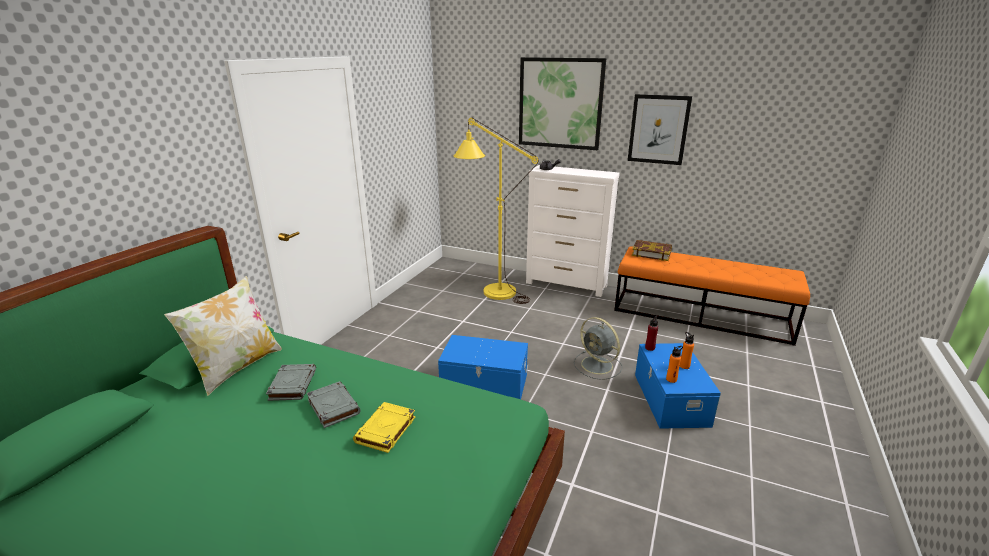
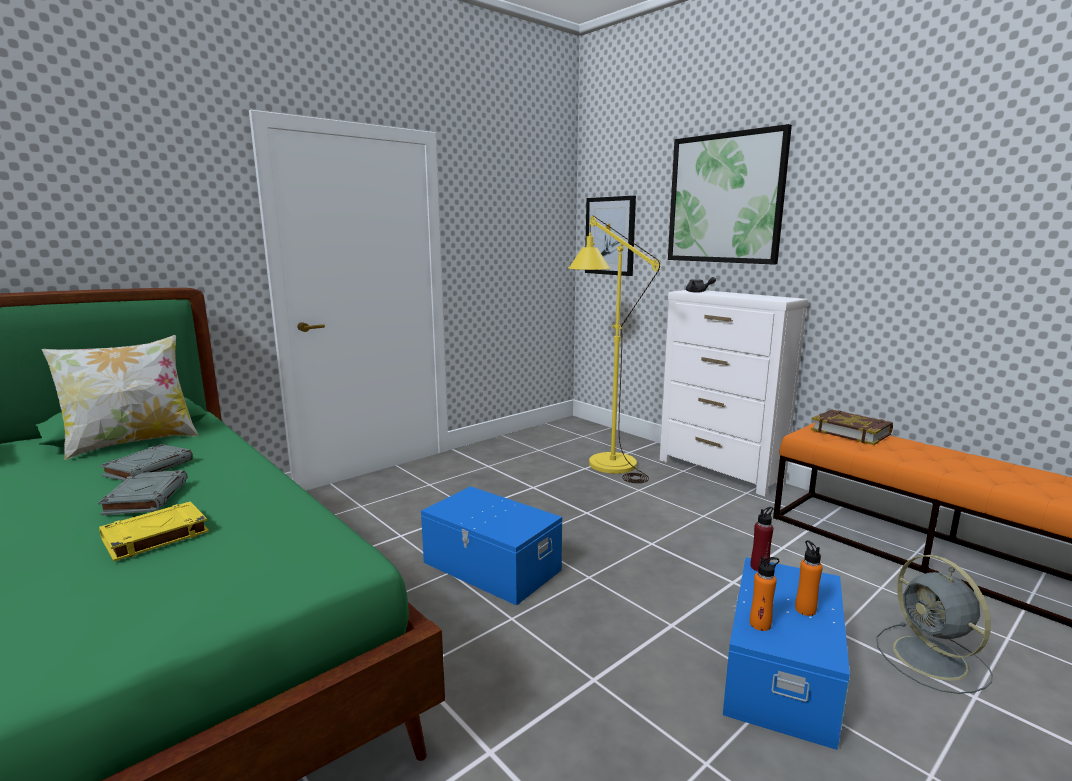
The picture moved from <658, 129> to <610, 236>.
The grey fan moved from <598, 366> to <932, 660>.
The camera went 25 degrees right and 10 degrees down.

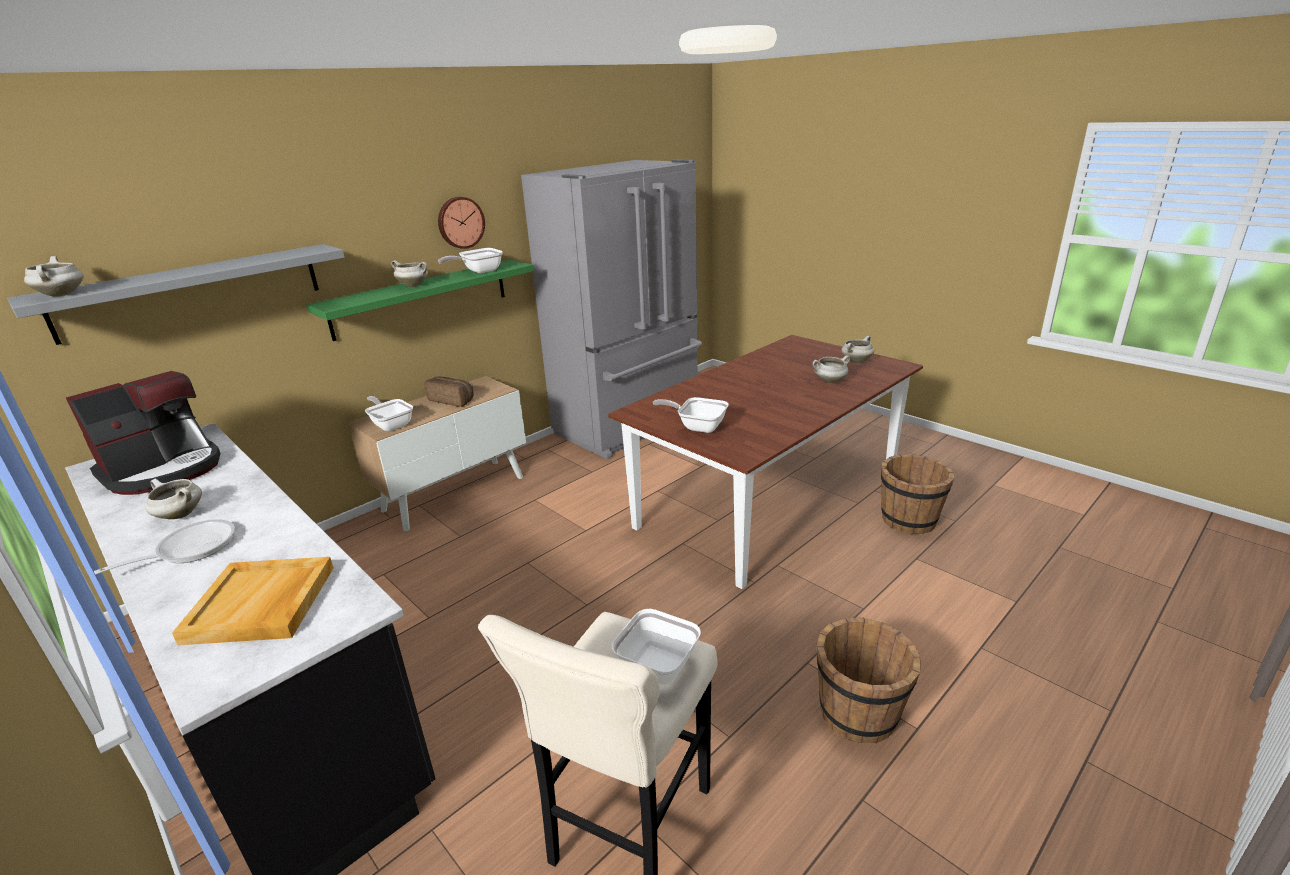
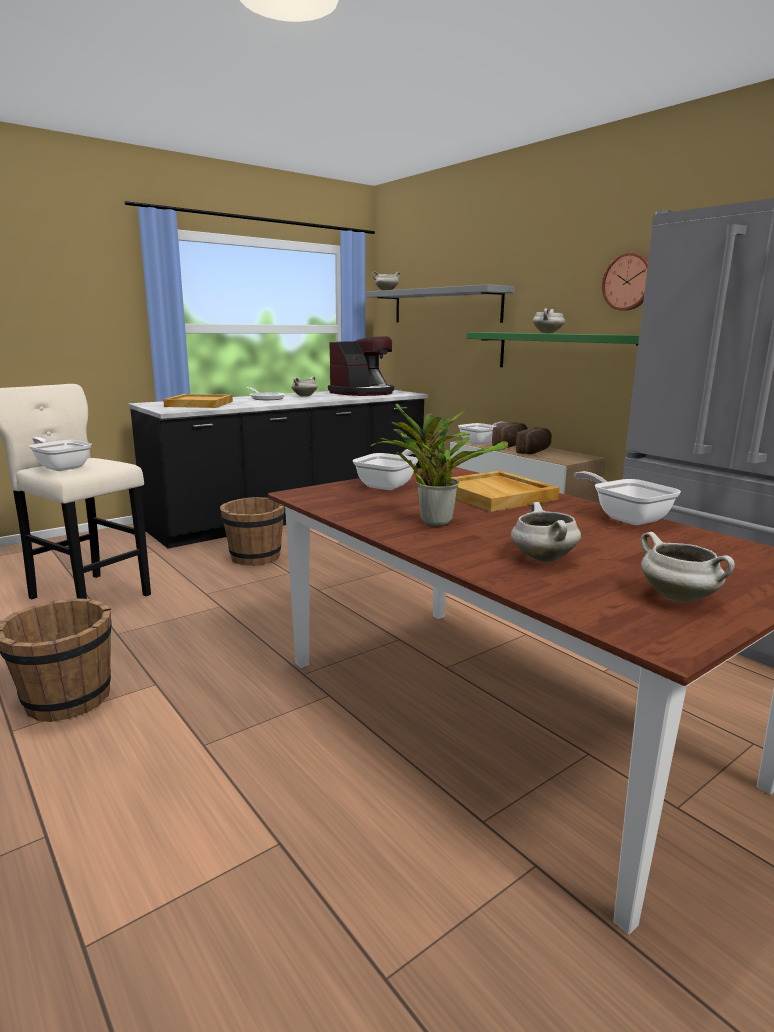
The brown bucket moved from <909, 520> to <255, 557>.
The coffee machine at <164, 470> turned 90 degrees counterclockwise.
The potted plant at <432, 521> appeared.
The beige tray at <496, 495> appeared.
The bread at <511, 445> appeared.
The frying pan moved from <478, 271> to <626, 517>.
The camera went 95 degrees right and 10 degrees down.

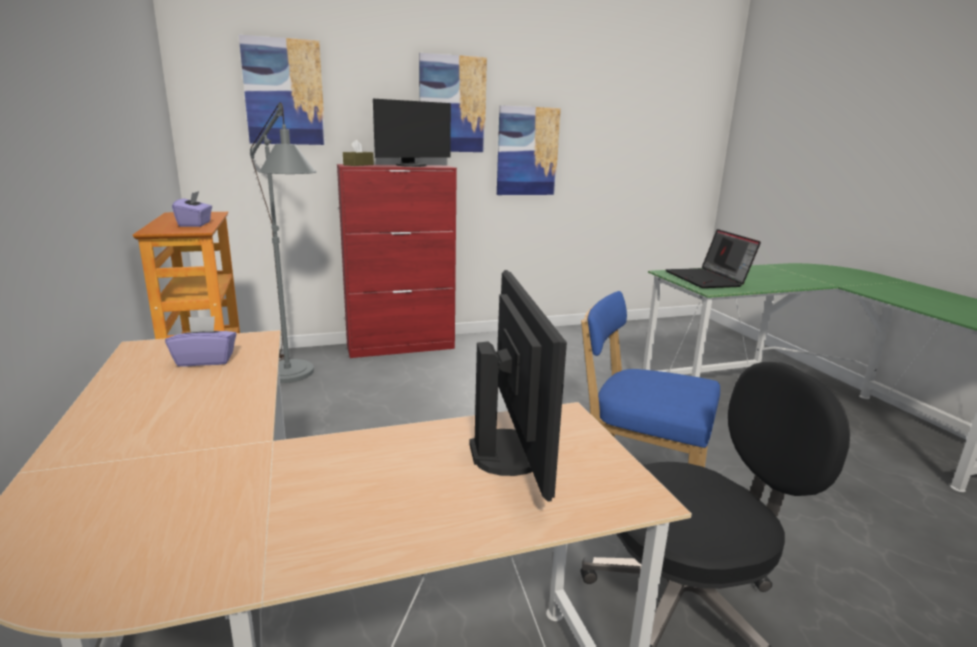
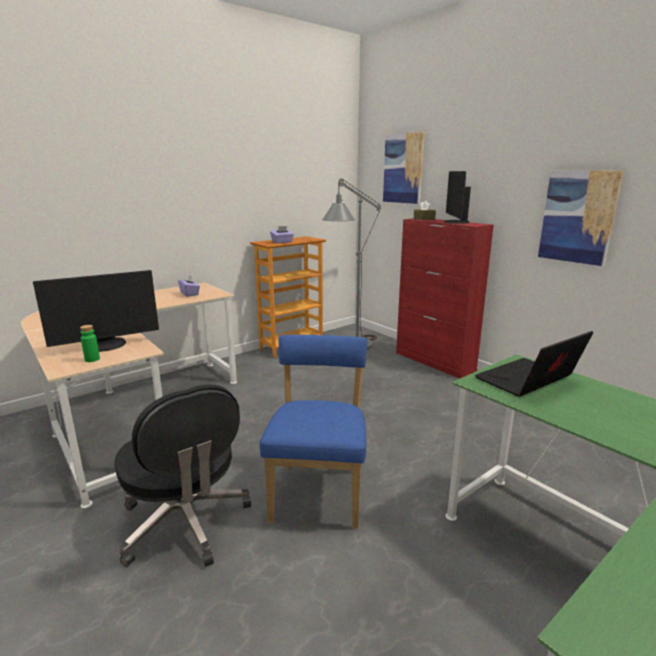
The green bottle at <92, 359> appeared.
The monitor at <412, 165> turned 60 degrees clockwise.
The picture at <452, 104> disappeared.
The camera went 70 degrees right and 0 degrees up.

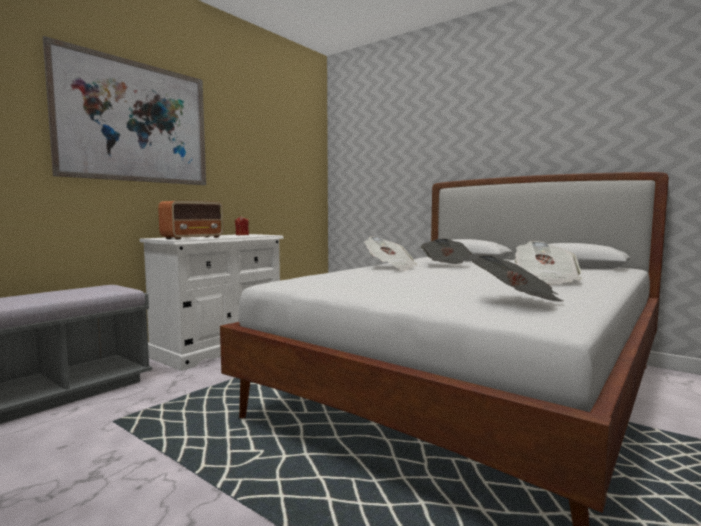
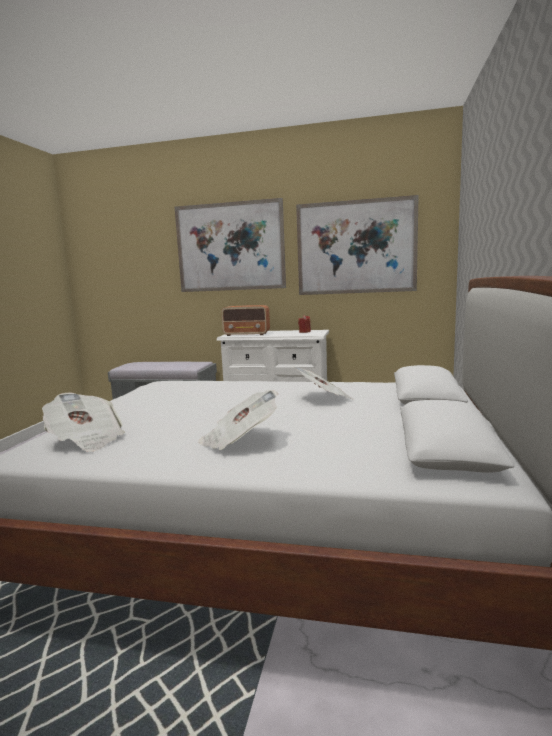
The picture at <356, 247> appeared.
The newspaper at <390, 267> disappeared.
The camera went 65 degrees right and 5 degrees up.

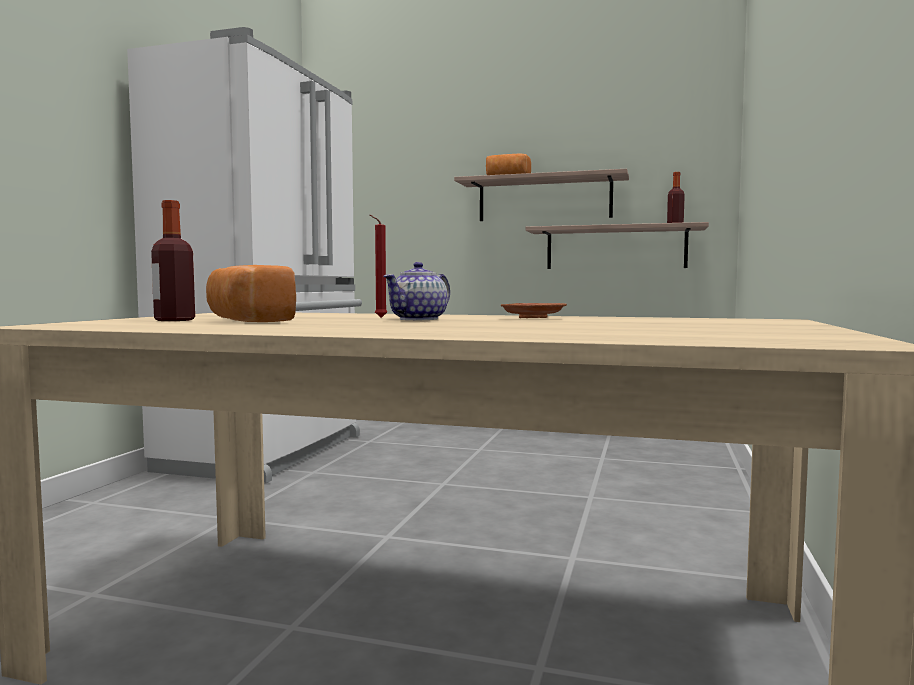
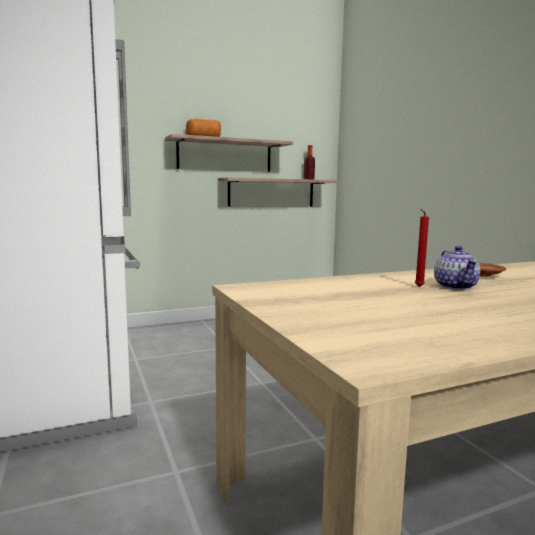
The bottle at <174, 320> disappeared.
The bread at <247, 321> disappeared.
The camera went 40 degrees left and 5 degrees up.

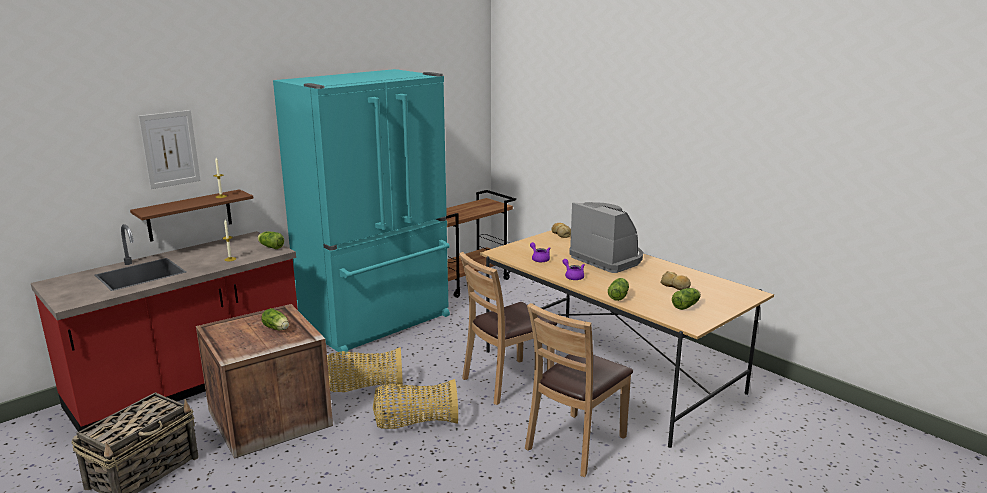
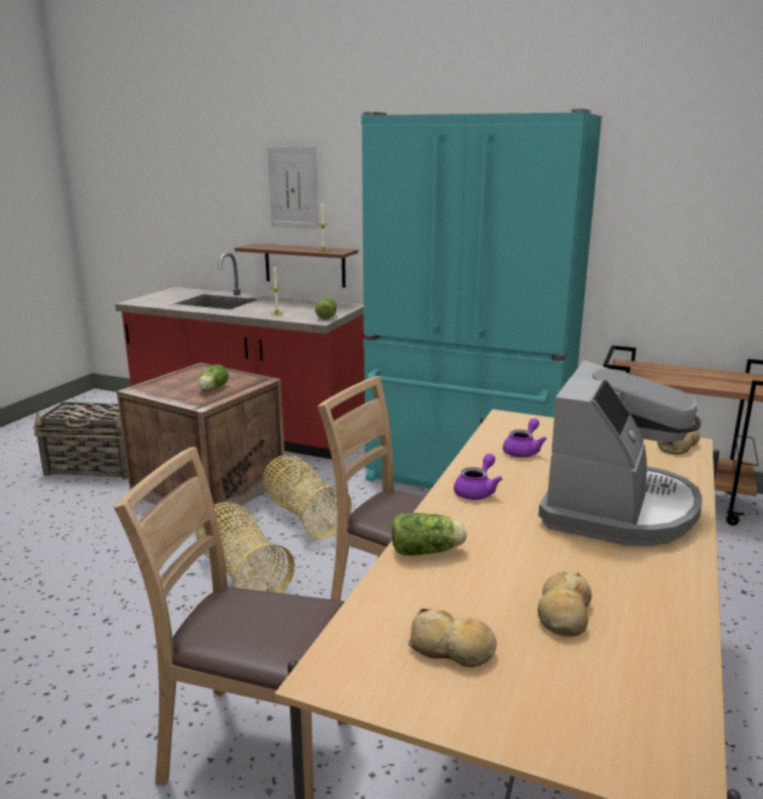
The lettuce at <687, 305> was replaced by the bread at <452, 650>.
The camera went 65 degrees right and 0 degrees up.

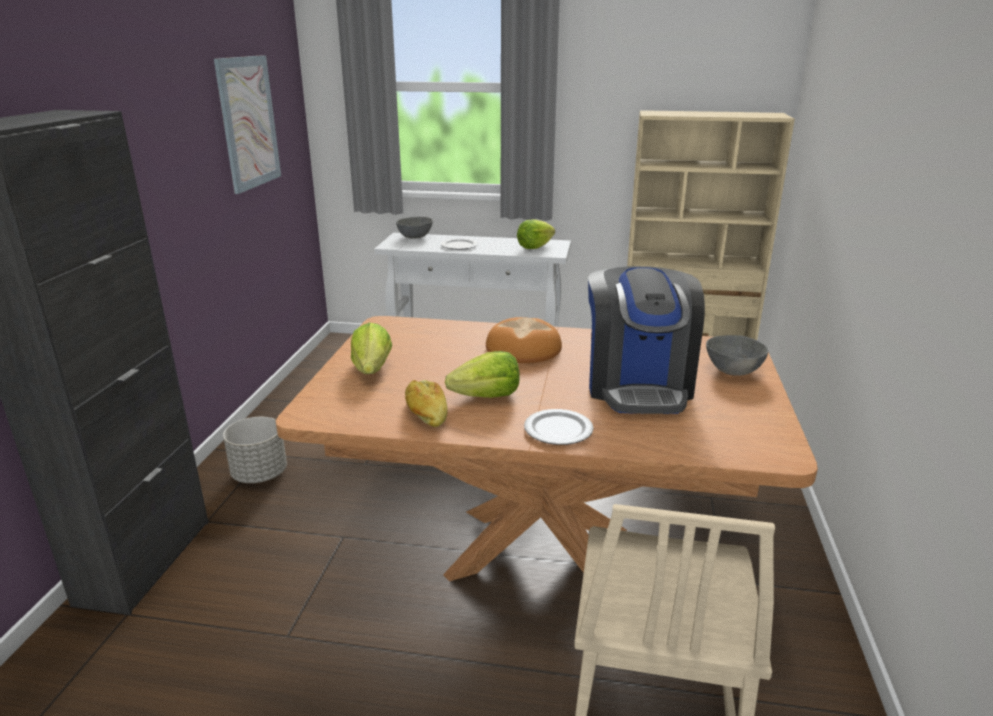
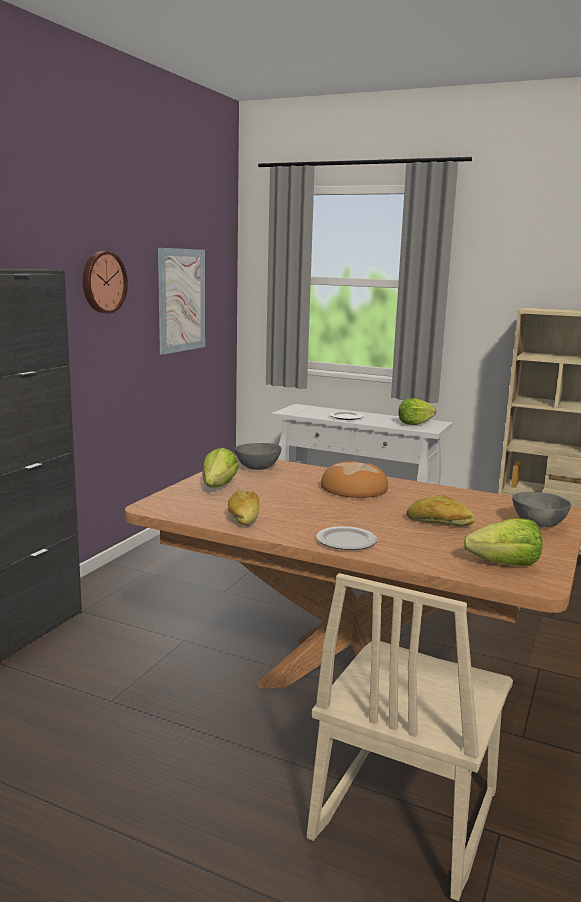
The wall clock at <102, 282> appeared.
The grey bowl moved from <416, 237> to <258, 468>.
The coffee machine at <638, 385> was replaced by the bread at <439, 523>.
The lettuce moved from <487, 396> to <505, 564>.
The grey planter at <260, 474> disappeared.
The camera went 15 degrees right and 10 degrees down.

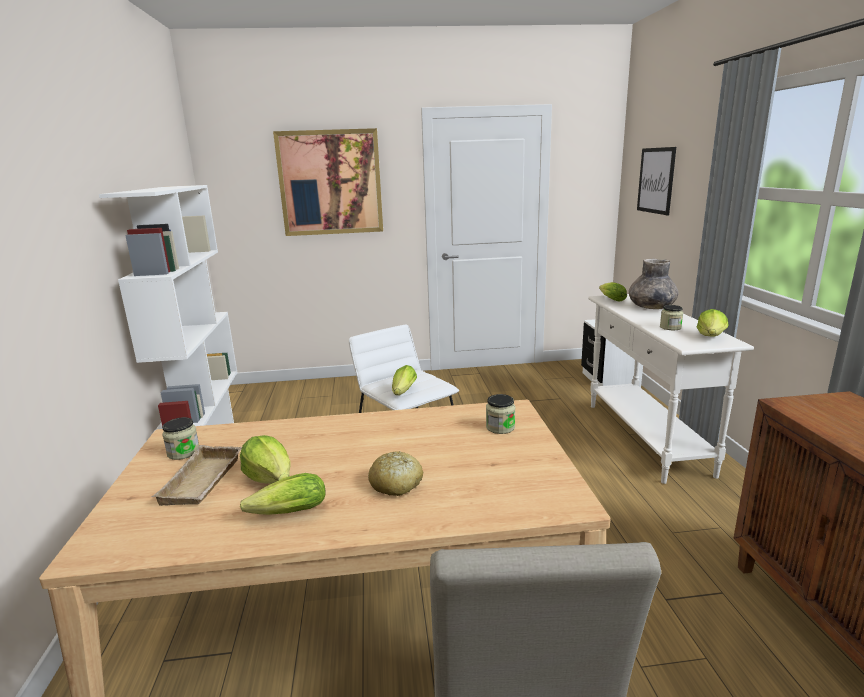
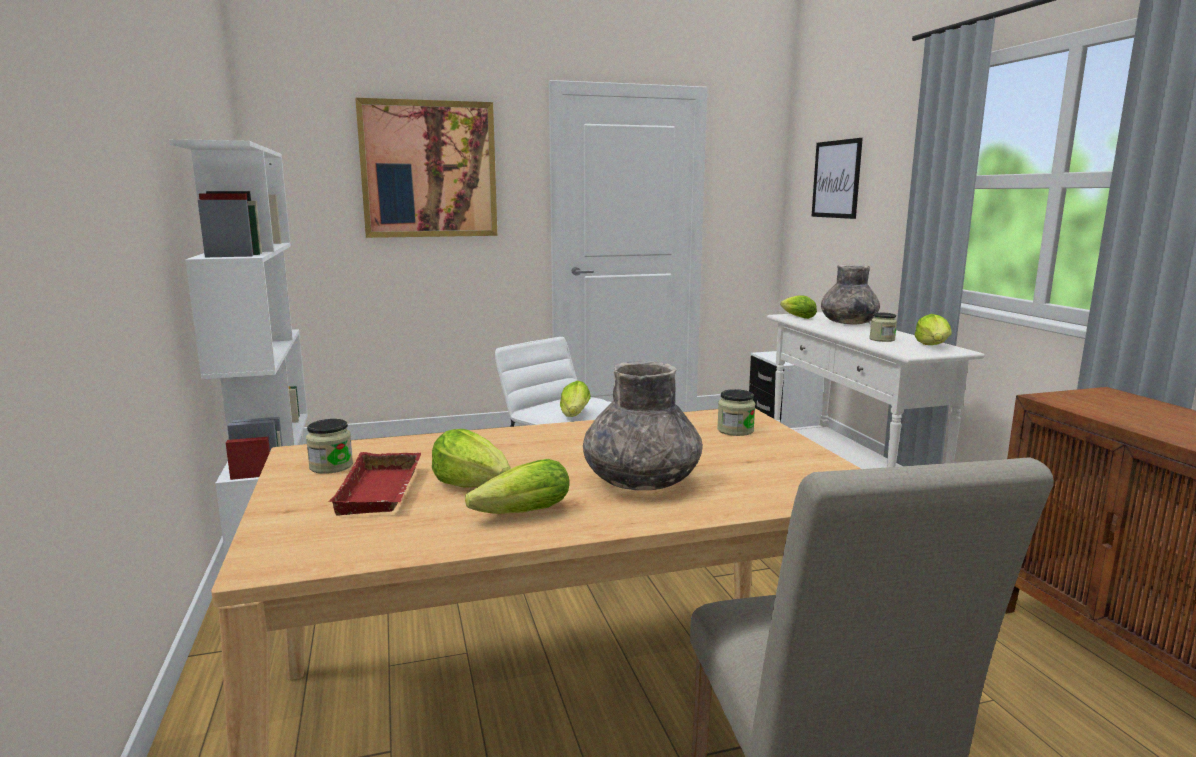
The beige tray at <204, 481> became the red tray at <383, 491>.
The bread at <396, 484> was replaced by the grey vase at <641, 482>.
The camera went 10 degrees left and 5 degrees down.

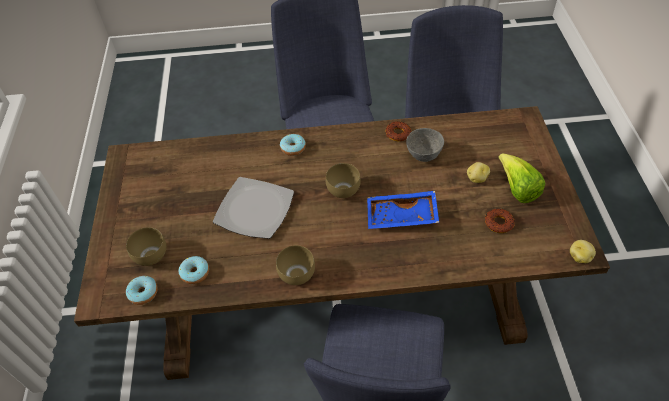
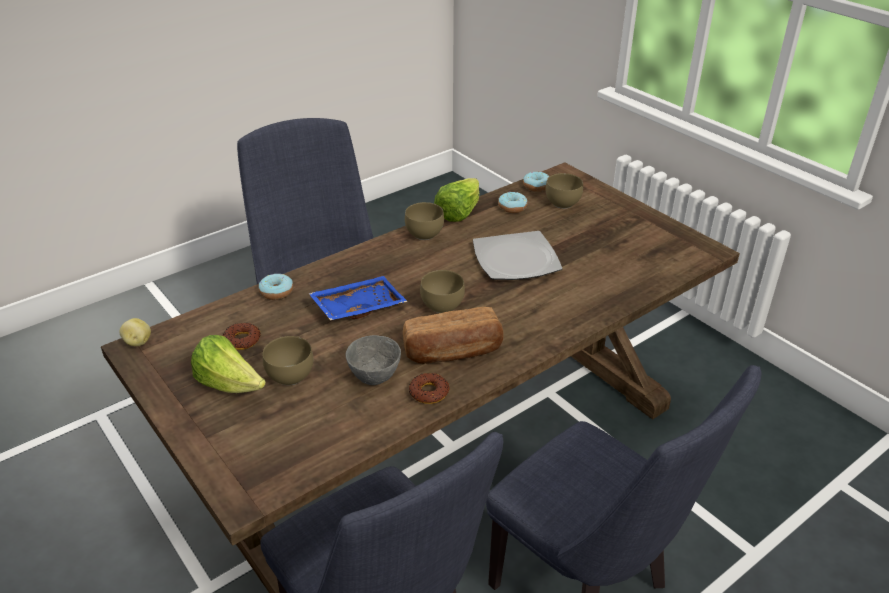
The donut moved from <293, 148> to <276, 292>.
The potato at <476, 178> was replaced by the brown bowl at <289, 377>.
The bread at <453, 352> appeared.
The lettuce at <459, 213> appeared.
The camera went 145 degrees right and 15 degrees down.

